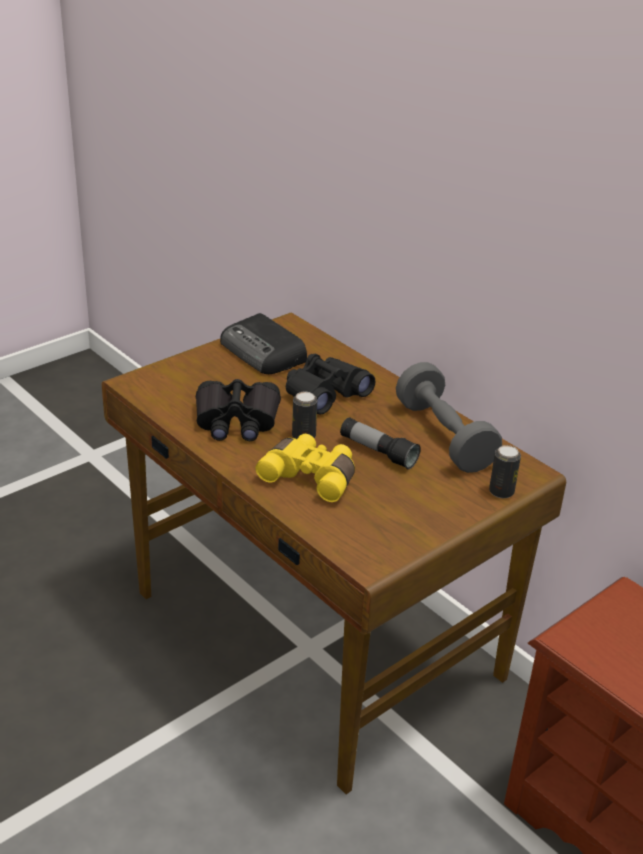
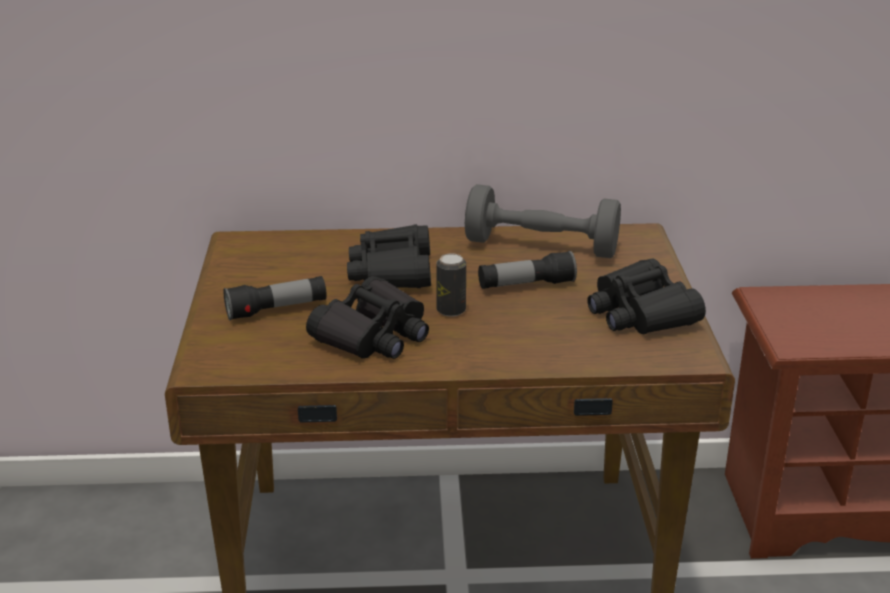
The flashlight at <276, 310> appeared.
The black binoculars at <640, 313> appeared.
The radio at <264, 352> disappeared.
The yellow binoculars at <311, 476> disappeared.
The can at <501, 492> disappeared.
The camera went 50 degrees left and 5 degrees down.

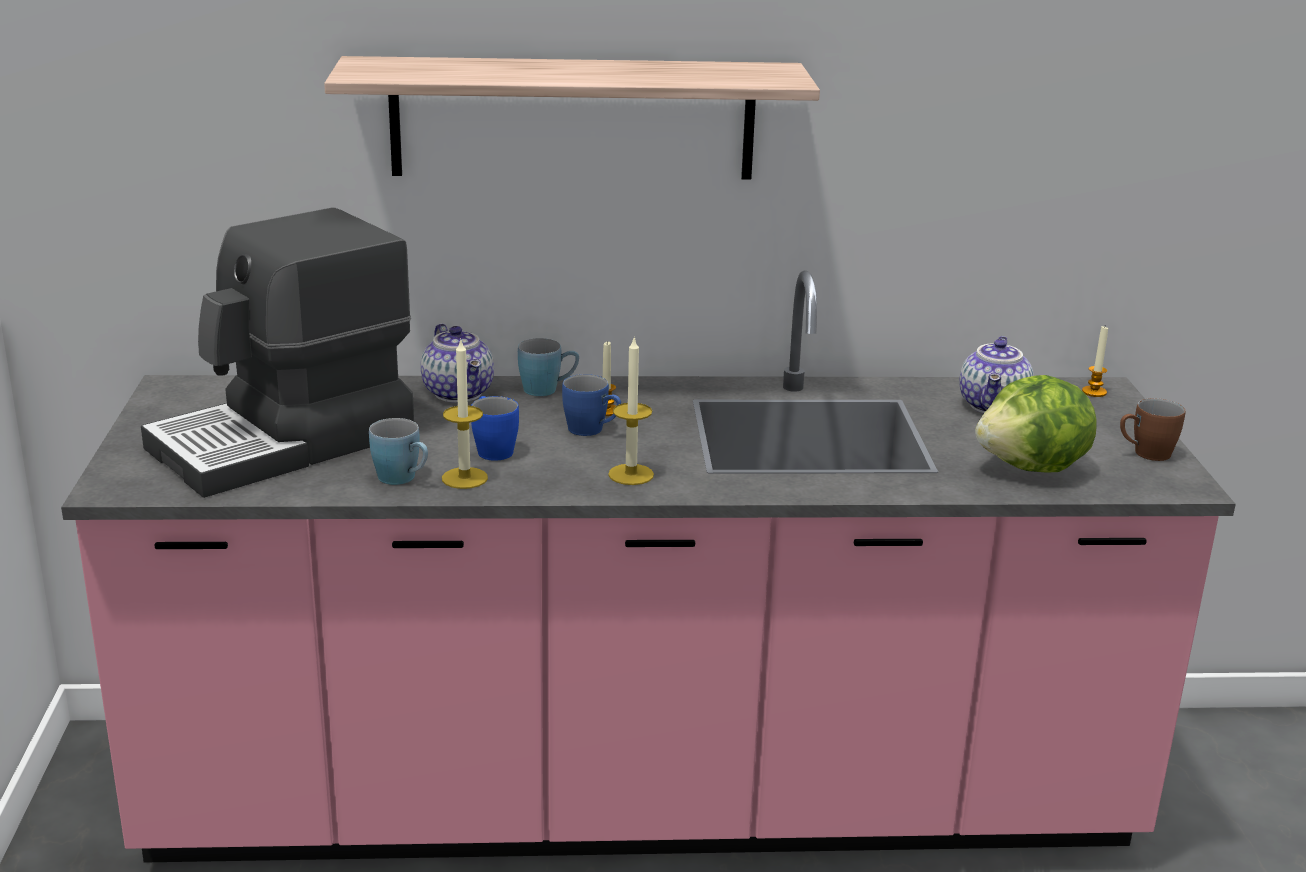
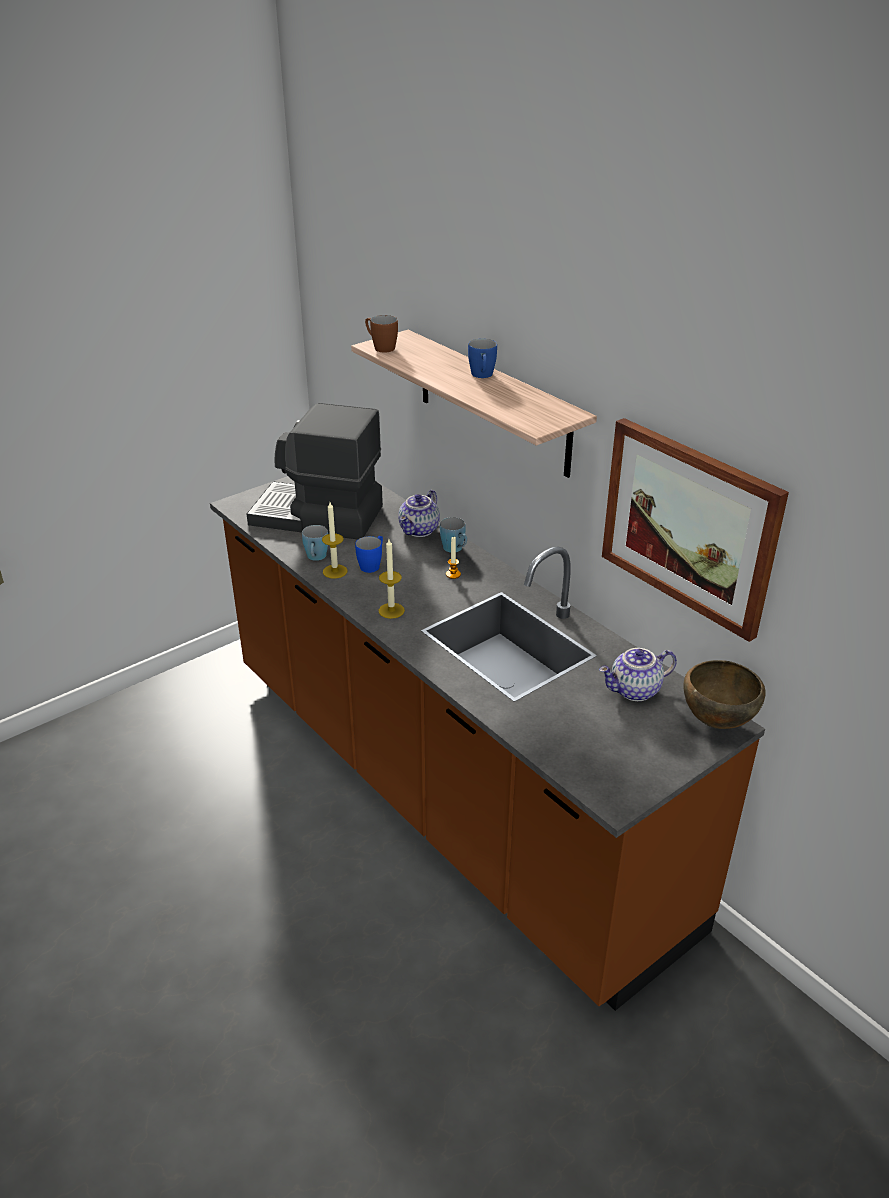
The pink counter at <642, 802> became the brown counter at <444, 791>.
The brown mug moved from <1144, 454> to <380, 347>.
The blue mug moved from <592, 431> to <482, 376>.
The picture at <689, 525> appeared.
The candle at <1094, 392> was replaced by the brown bowl at <716, 722>.
The lettuce at <1033, 468> disappeared.
The camera went 55 degrees right and 10 degrees up.

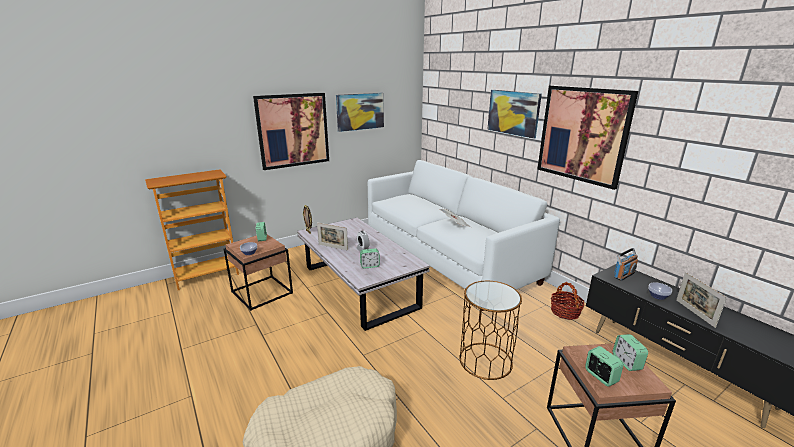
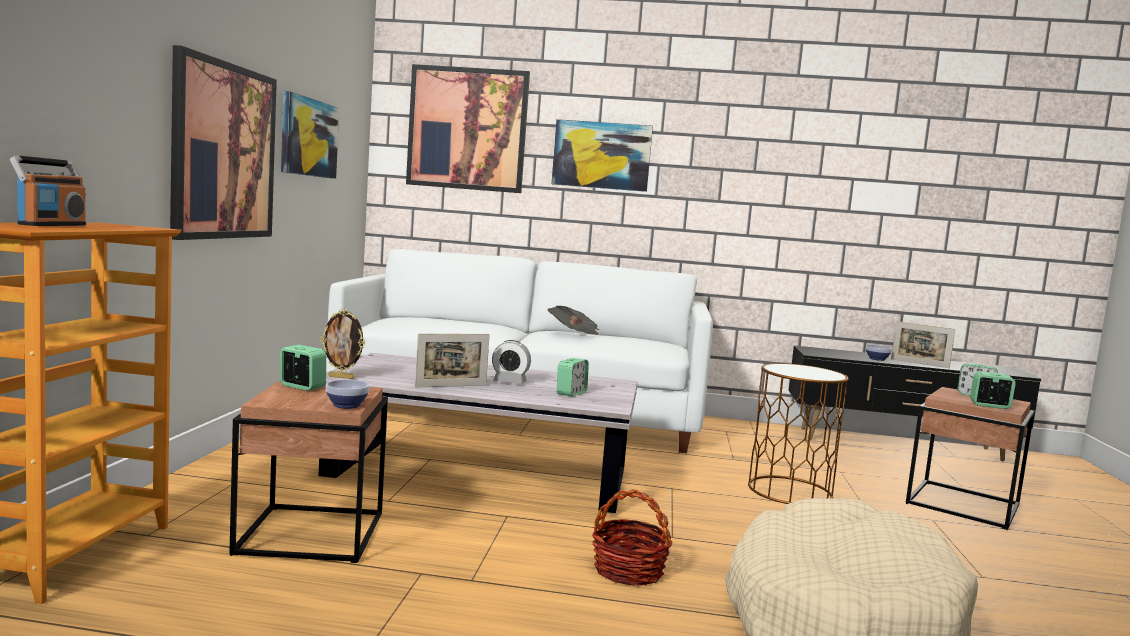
The radio moved from <624, 275> to <51, 225>.
The picture moved from <582, 134> to <467, 129>.
The basket moved from <565, 312> to <628, 571>.
The camera went 50 degrees left and 15 degrees down.

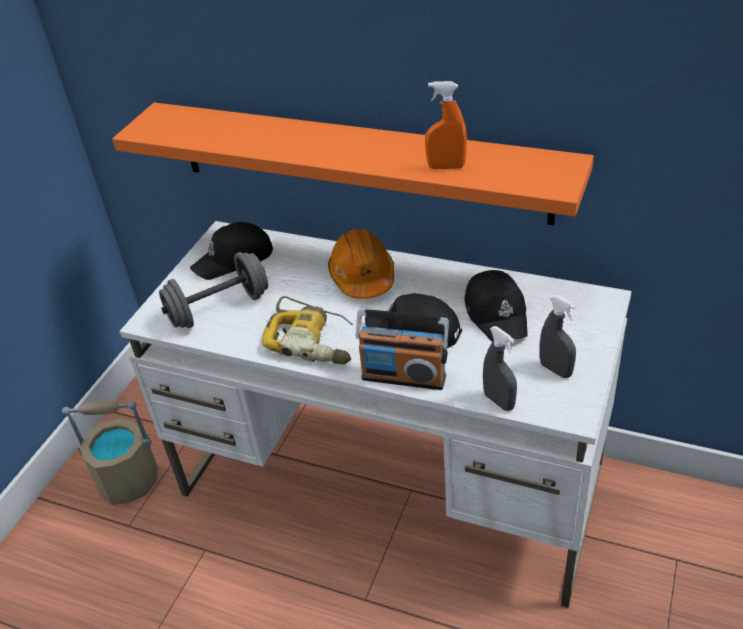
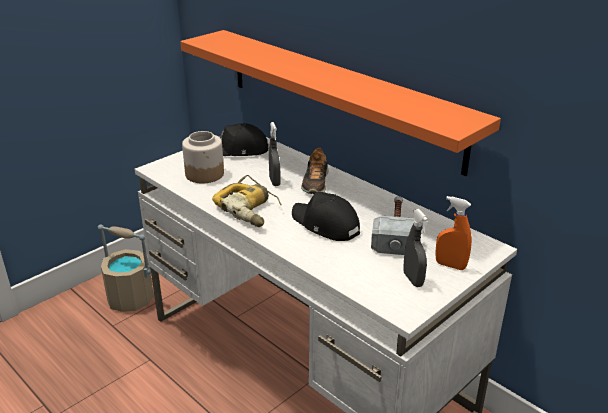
The grey dumbbell at <219, 309> was replaced by the jar at <205, 174>.
The grey spray bottle moved from <499, 401> to <274, 181>.
The orange hard hat at <362, 277> was replaced by the shoe at <315, 183>.
The black cap at <497, 314> was replaced by the hammer at <396, 232>.
The orange spray bottle moved from <446, 167> to <450, 265>.
The radio at <404, 376> disappeared.
The camera went 20 degrees right and 10 degrees down.

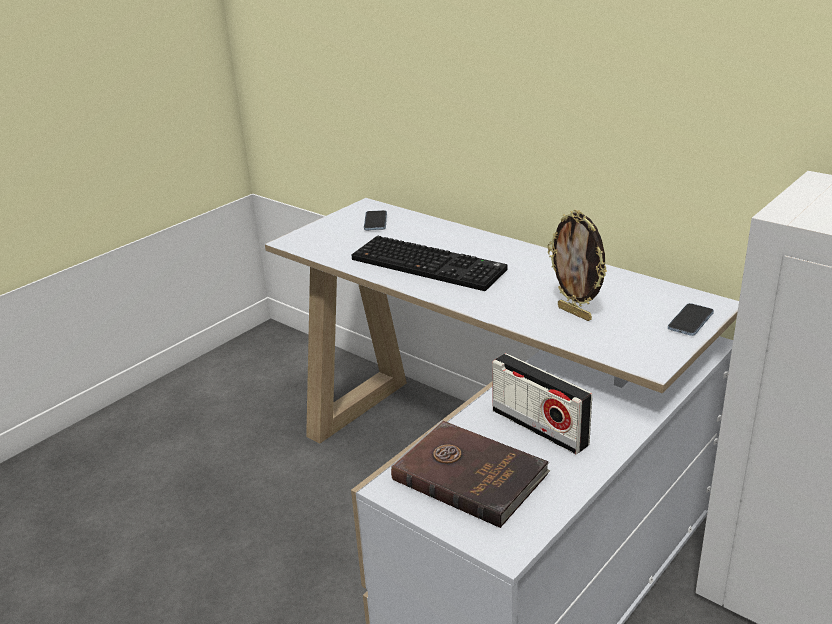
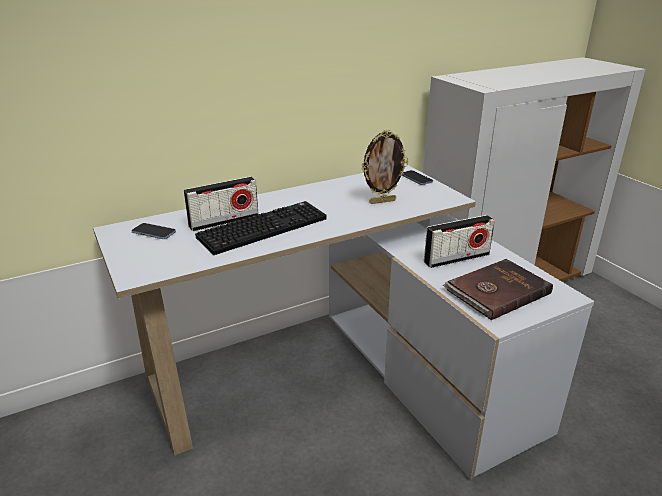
The radio at <224, 221> appeared.
The camera went 70 degrees left and 0 degrees up.

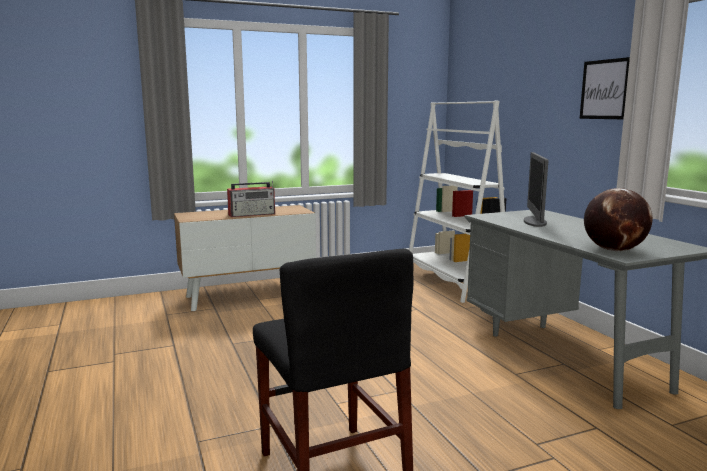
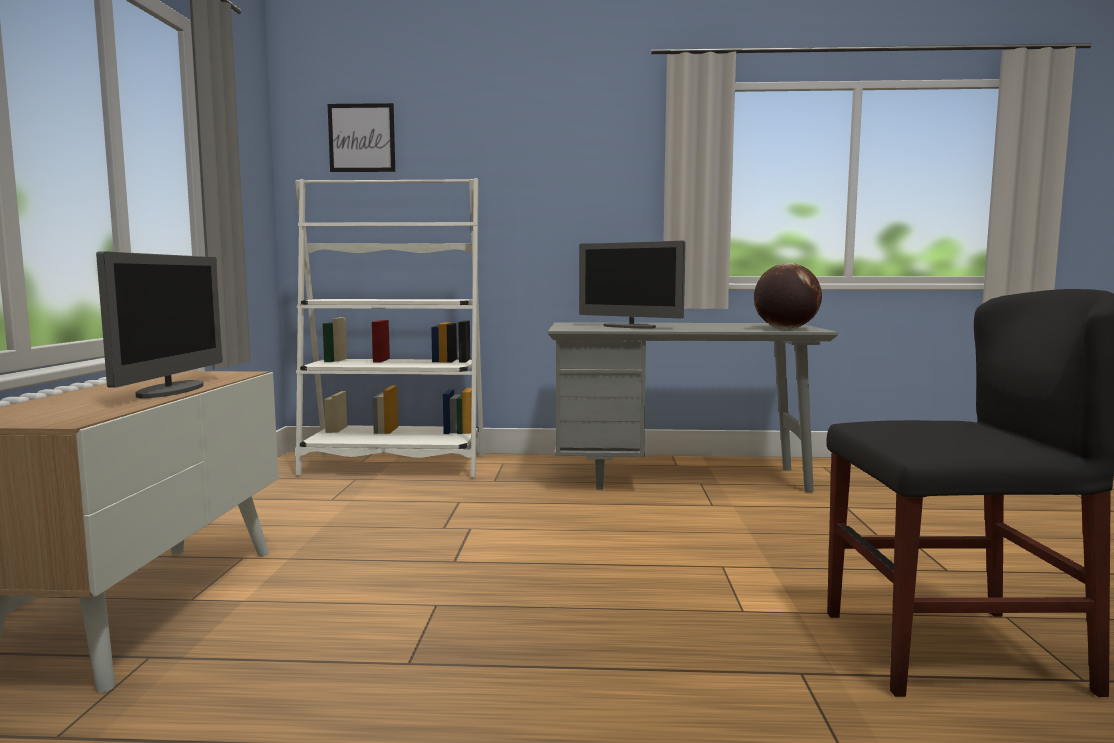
The radio at <252, 214> was replaced by the monitor at <171, 390>.
The picture moved from <605, 89> to <362, 138>.
The camera went 65 degrees left and 5 degrees down.

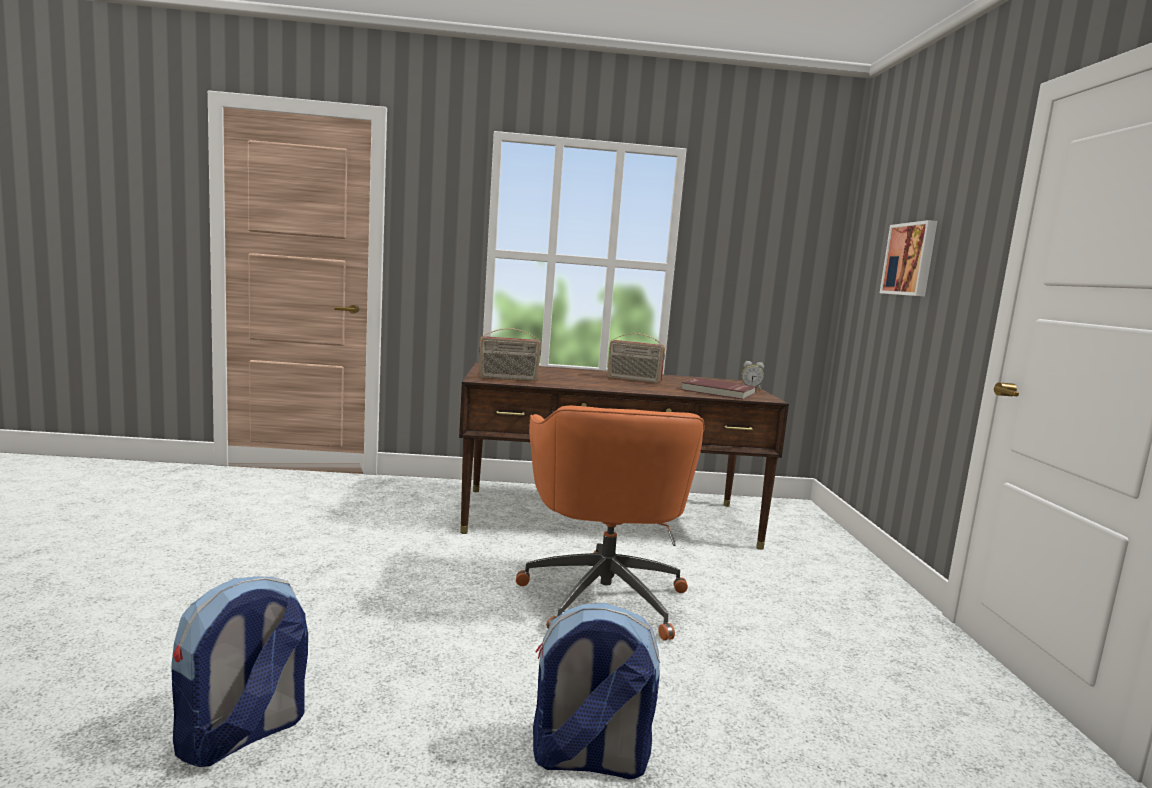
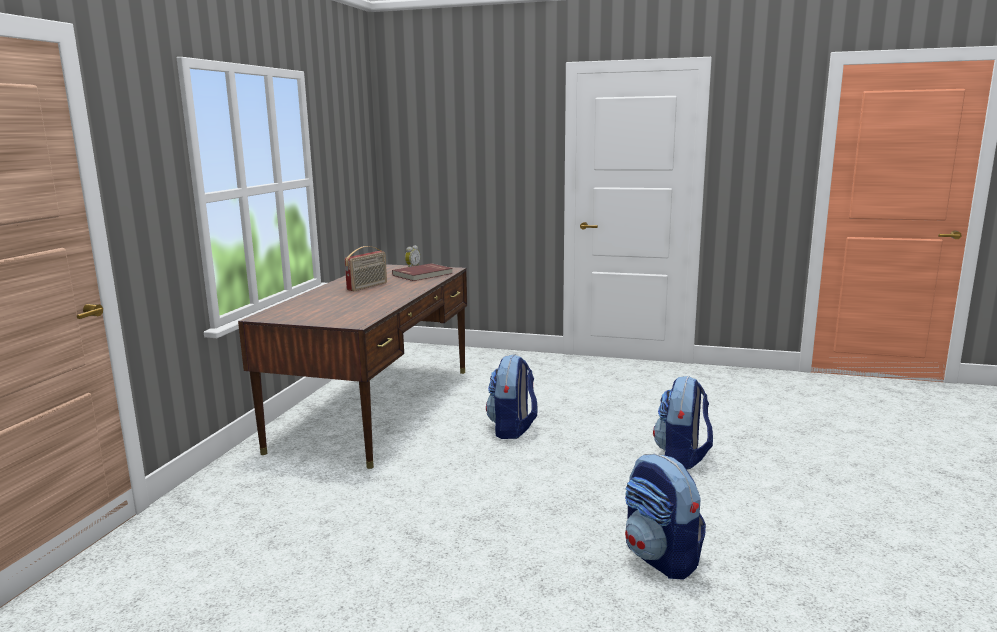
The orange office chair at <603, 596> was replaced by the backpack at <512, 429>.
The radio at <508, 379> disappeared.
The picture at <911, 259> disappeared.
The camera went 70 degrees left and 5 degrees up.

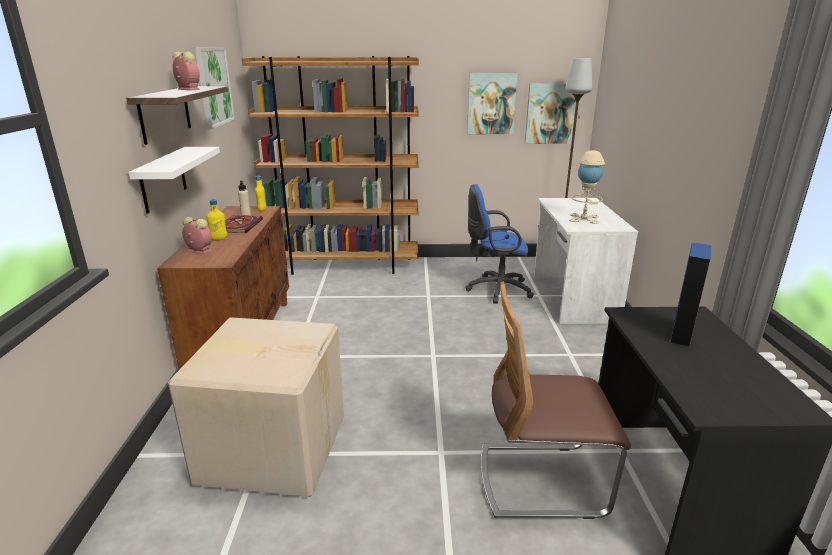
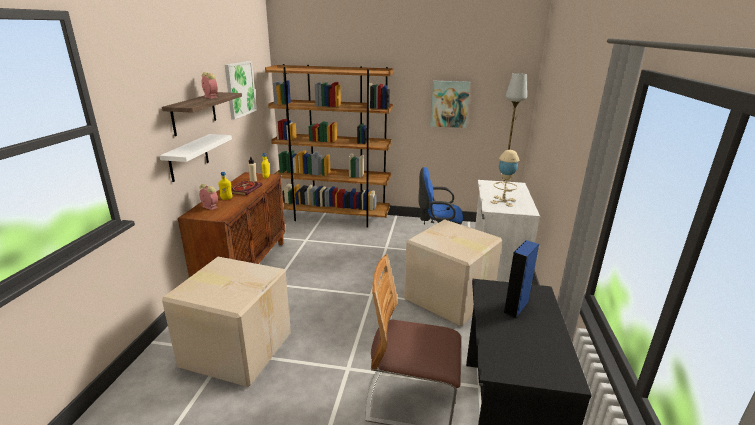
The cardboard box at <449, 298> appeared.
The picture at <550, 113> disappeared.
The camera went 10 degrees right and 0 degrees up.

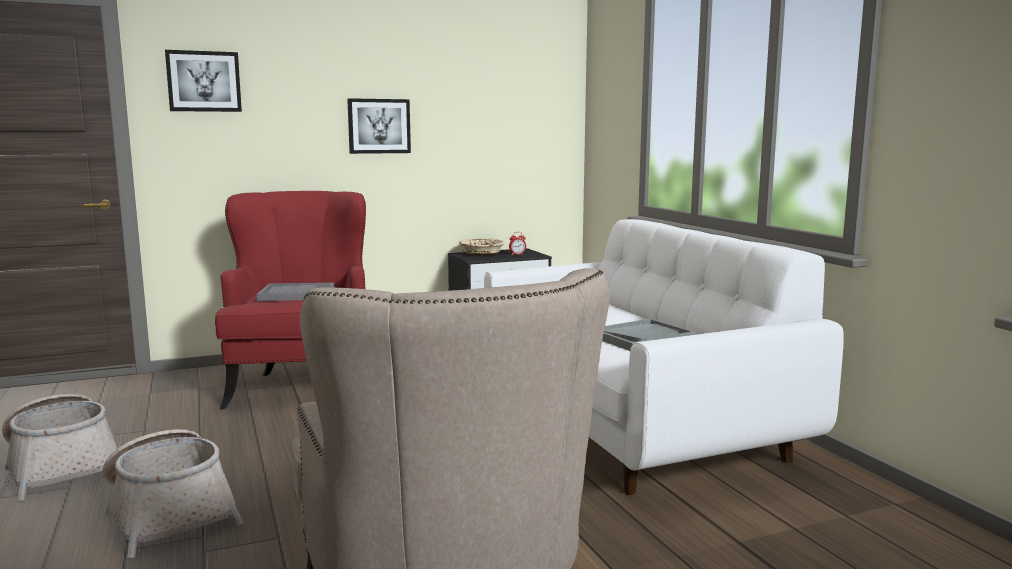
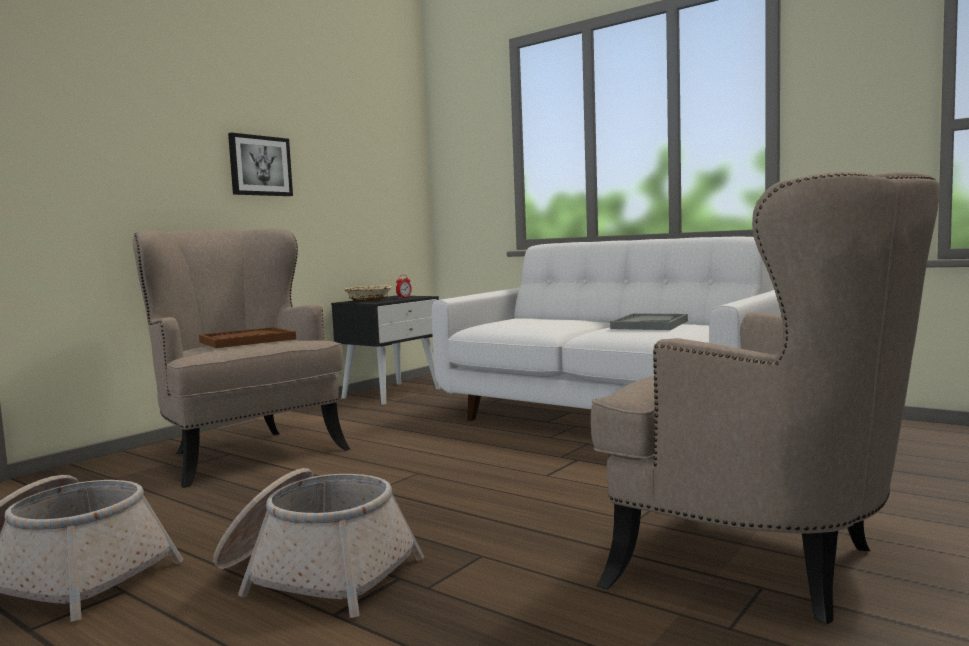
The red armchair at <303, 385> became the beige armchair at <246, 452>.
The grey tray at <296, 294> became the brown tray at <247, 340>.
The picture at <204, 81> disappeared.
The camera went 30 degrees left and 5 degrees down.

